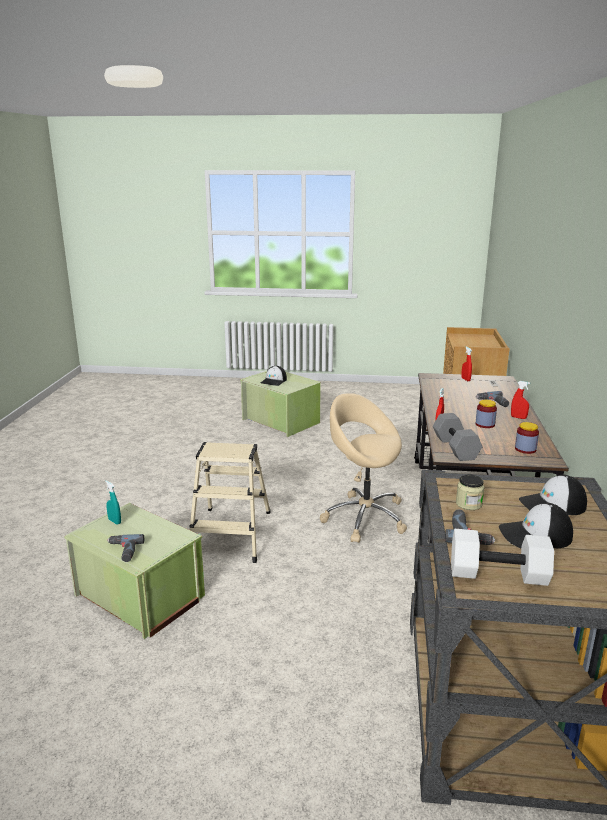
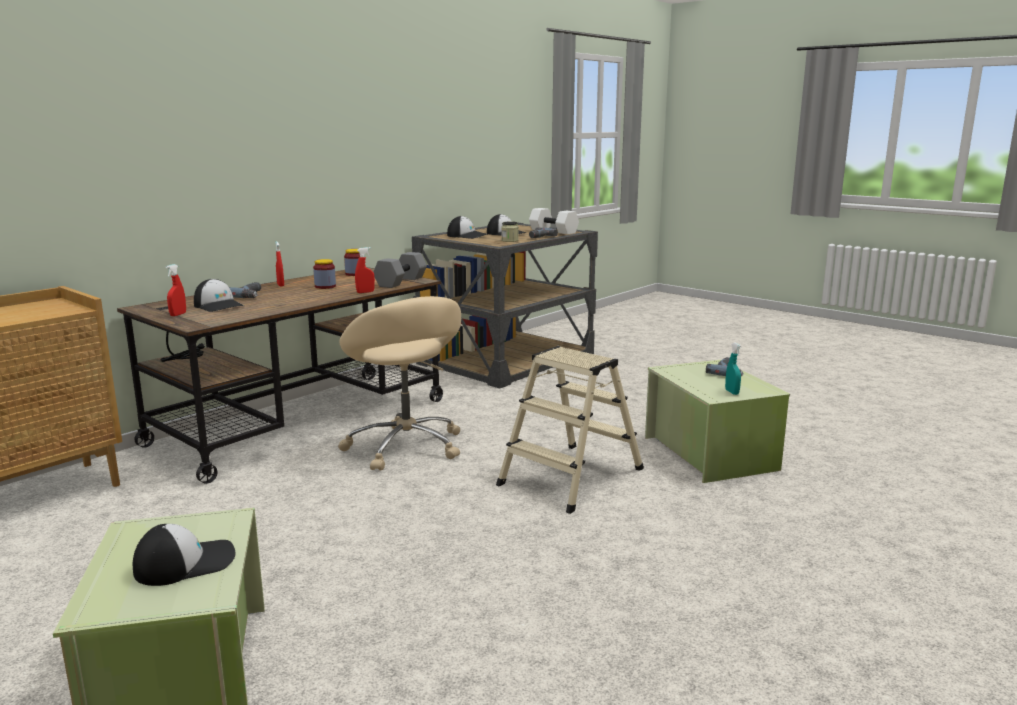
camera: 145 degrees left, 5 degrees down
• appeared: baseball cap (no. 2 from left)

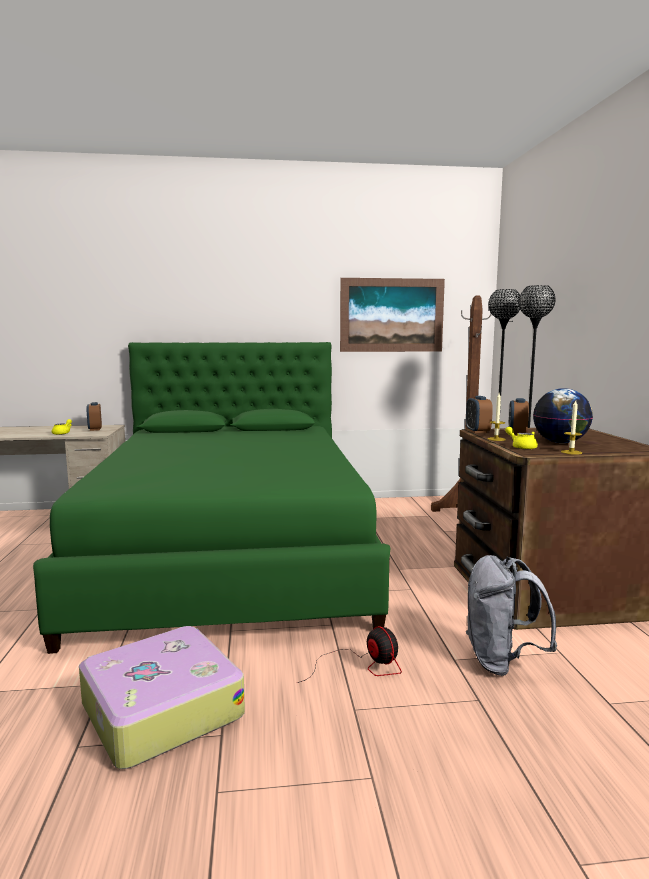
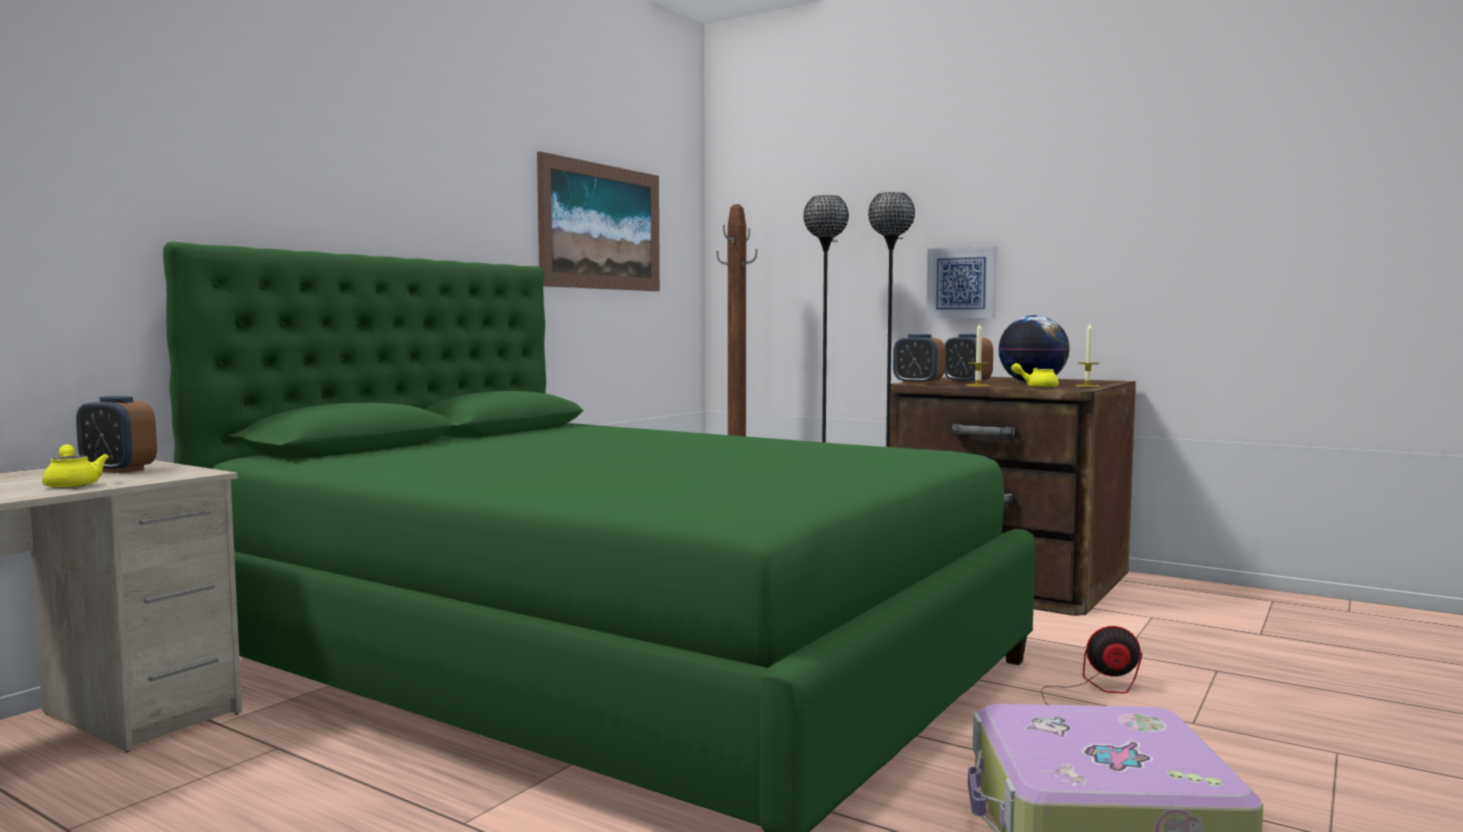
camera: 50 degrees left, 5 degrees down
• missing: gray backpack
• appeared: picture (no. 2 from left)

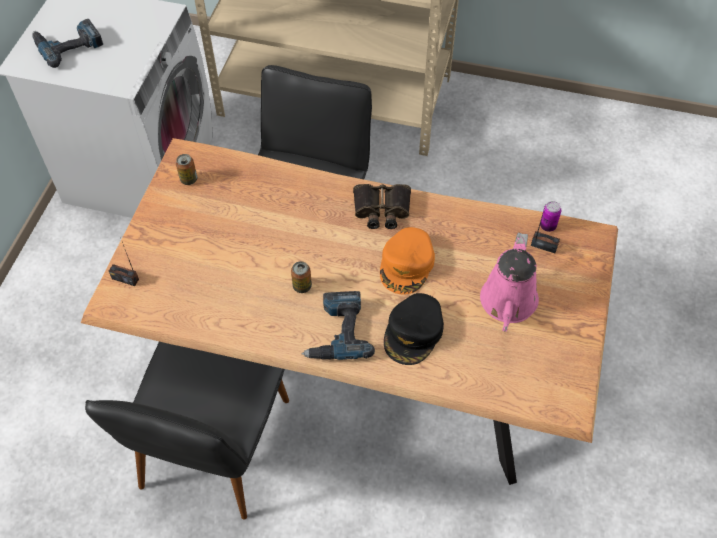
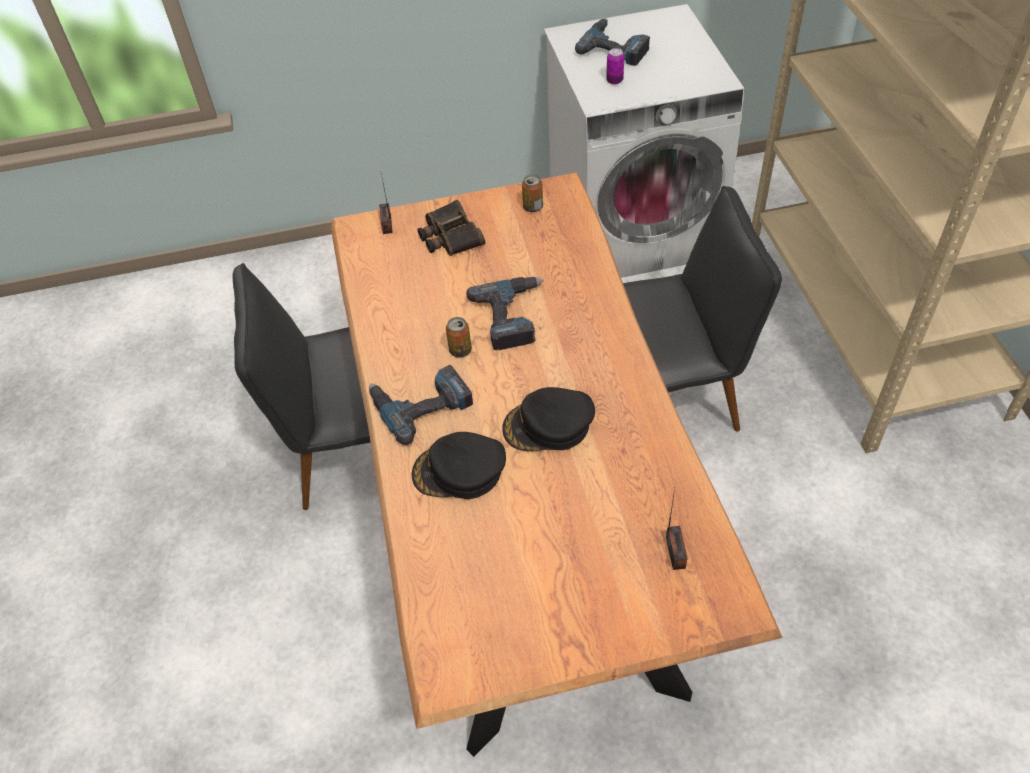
camera: 65 degrees right, 5 degrees down
• relocated: field glasses
• colour: orange-coloured baseball cap to blackish baseball cap (no. 2 from left)
• missing: pink-coloured sprinkling can
• relocated: sealed can (no. 3 from left)
• appeared: drill (no. 2 from left)

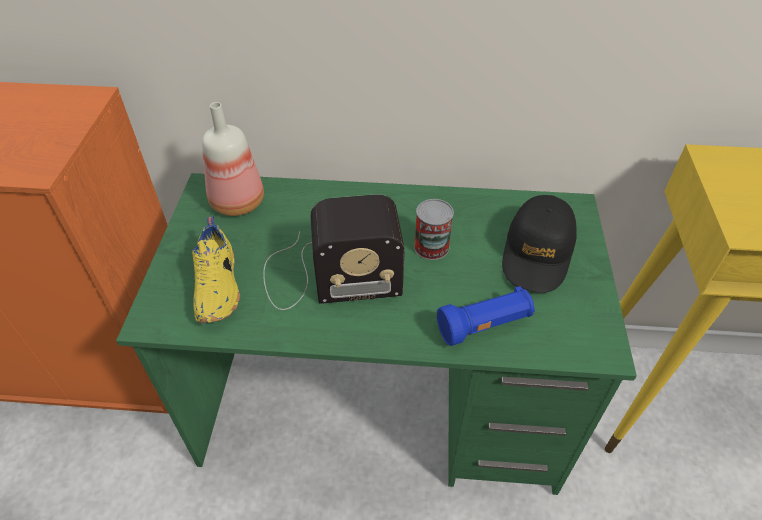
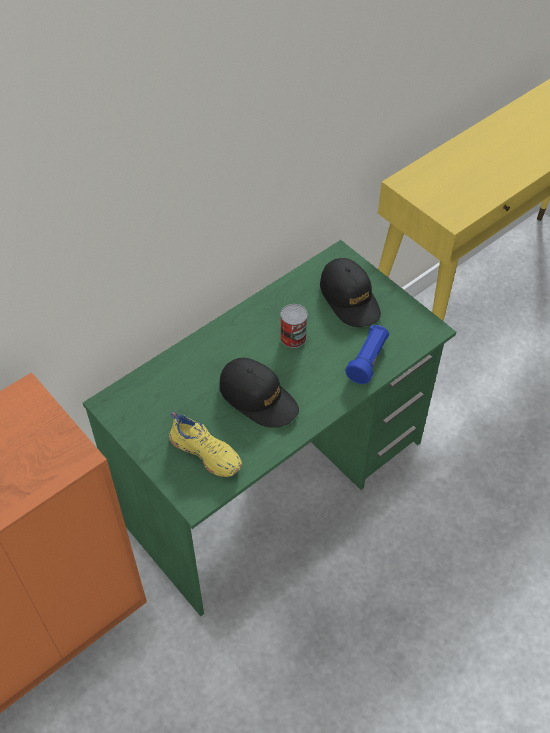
camera: 45 degrees left, 5 degrees up
• missing: drink bottle
• exchanged: radio receiver to blackish baseball cap (no. 1 from left)

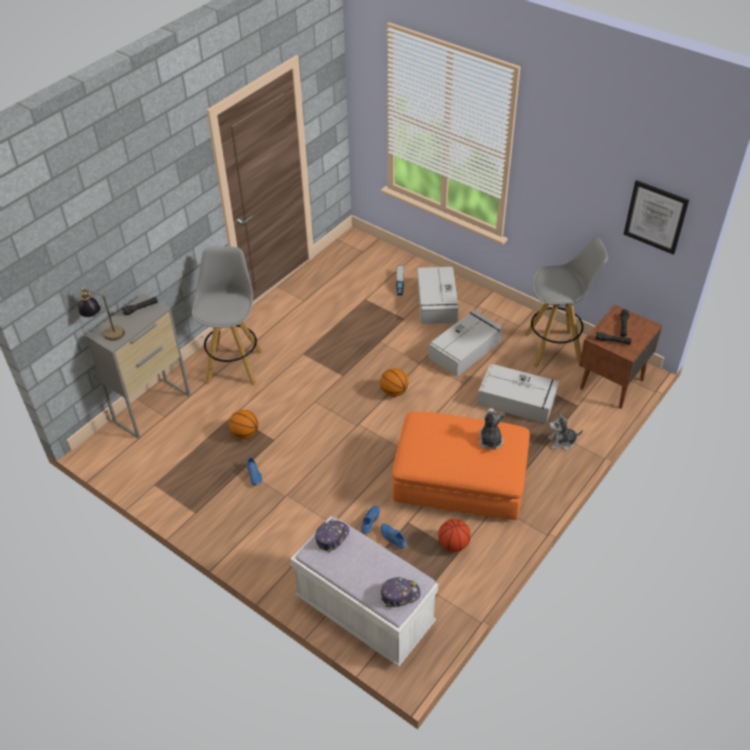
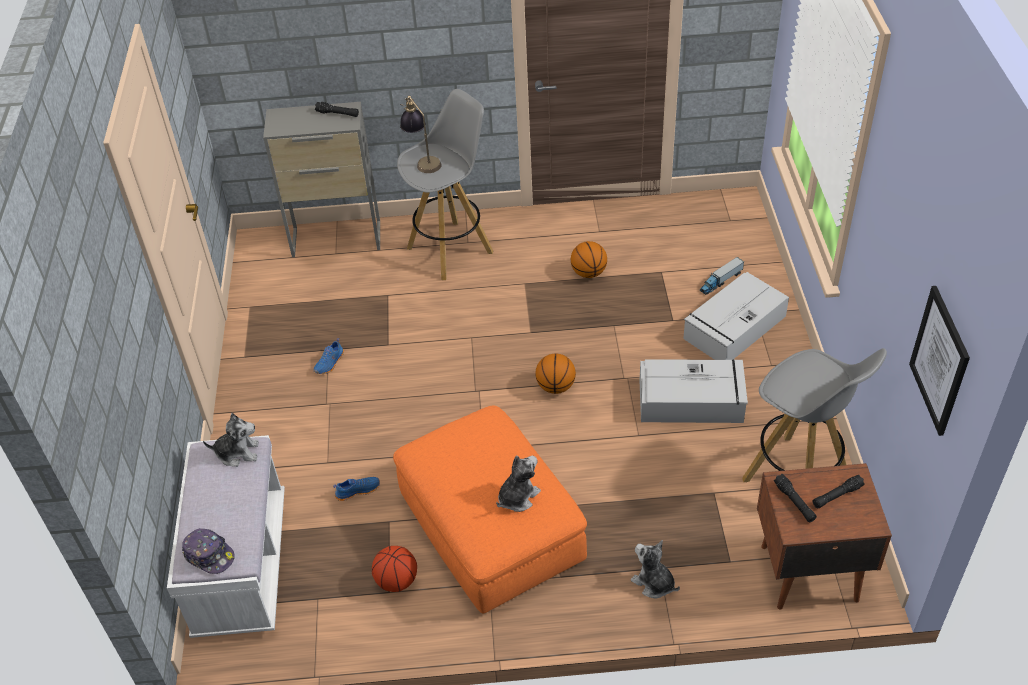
camera: 50 degrees right, 0 degrees up
• relocated: table lamp
• relocated: basketball (no. 1 from left in the first image) to basketball (no. 3 from left)
• exchanged: baseball cap (no. 1 from left) to plush toy (no. 1 from left)
• missing: blue-coloured shoe (no. 3 from left)
• missing: gray storage container (no. 3 from left)

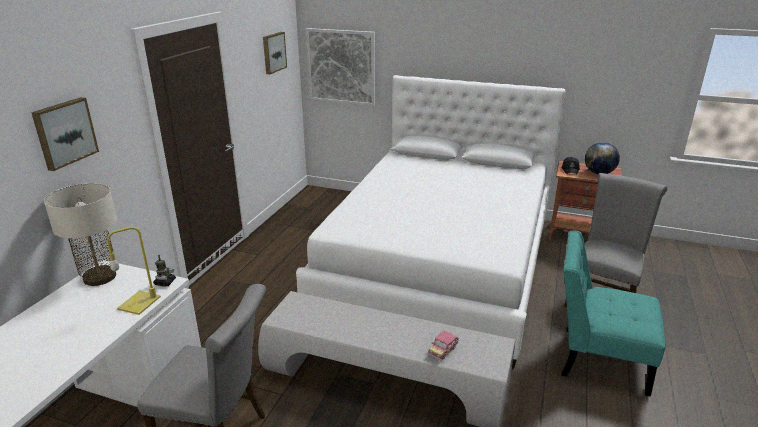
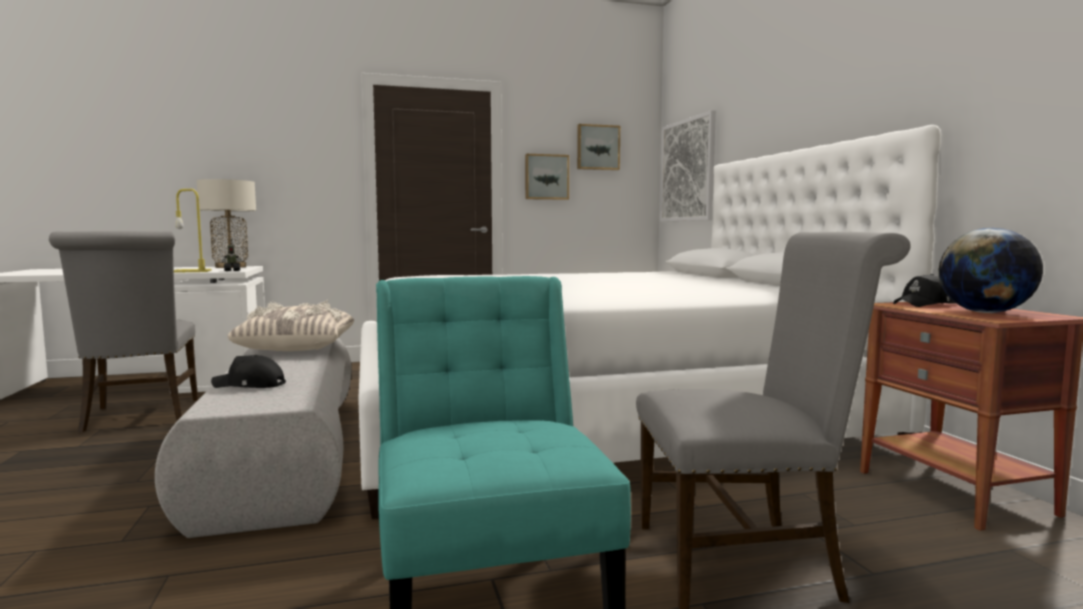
camera: 55 degrees right, 20 degrees down
• relocated: picture (no. 1 from left)
• exchanged: model car to blackish baseball cap (no. 1 from left)
• appeared: beige-coloured cushion

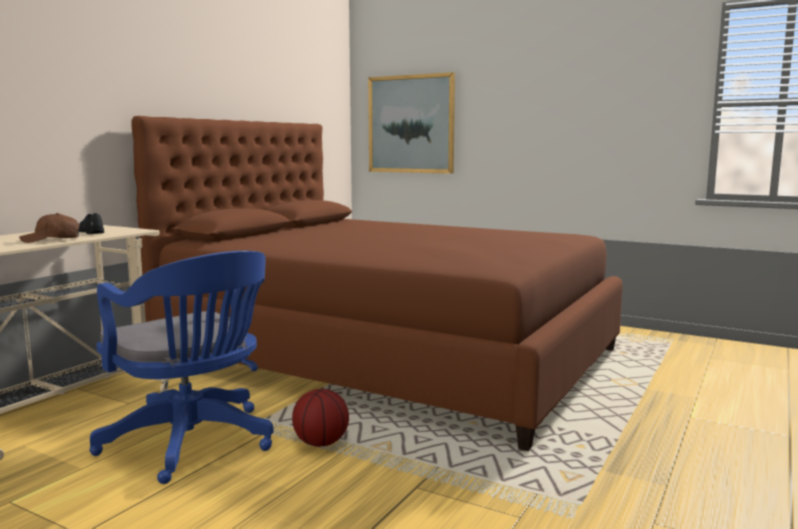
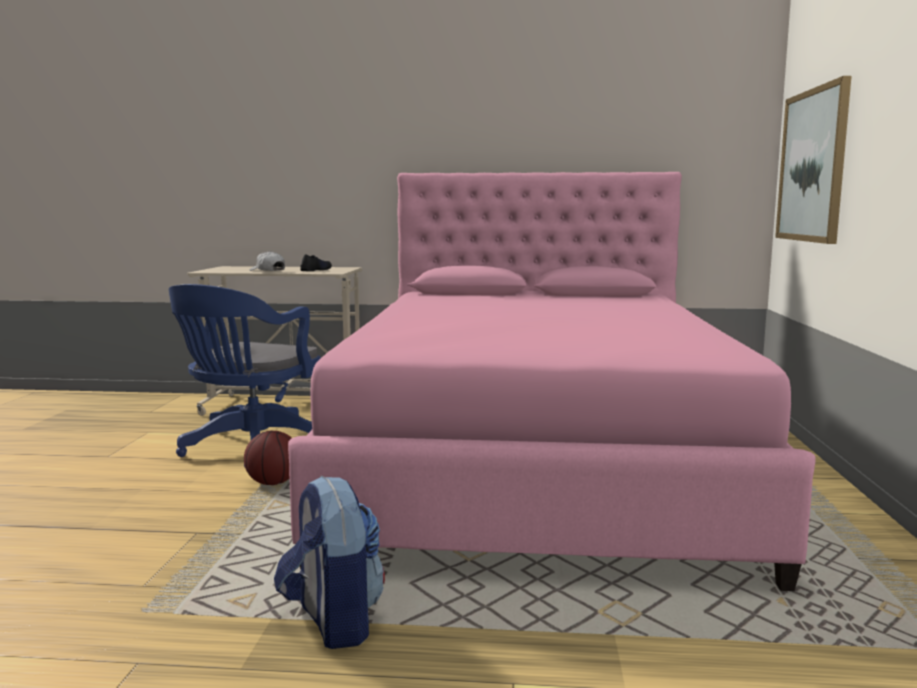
camera: 65 degrees right, 0 degrees up
• colour: brownish baseball cap to white-coloured baseball cap
• colour: brownish bedroom bed to pink-coloured bedroom bed
• appeared: backpack

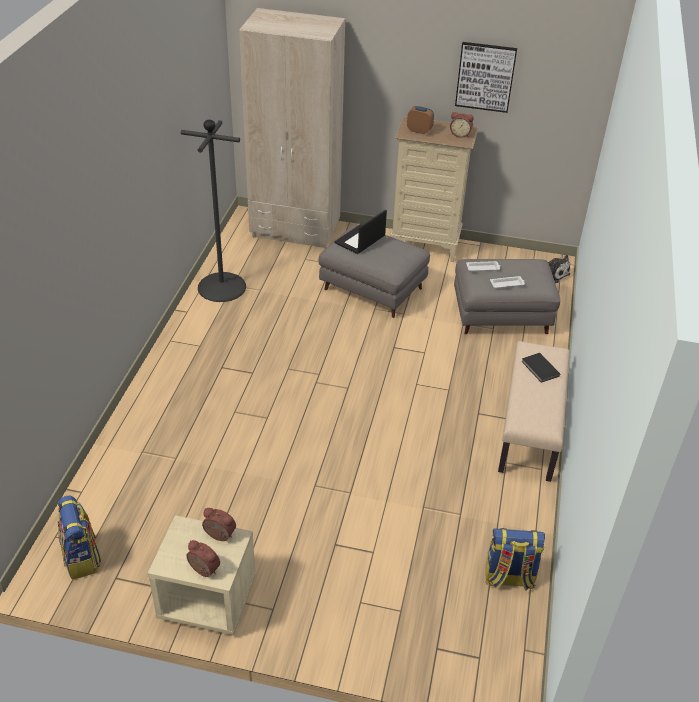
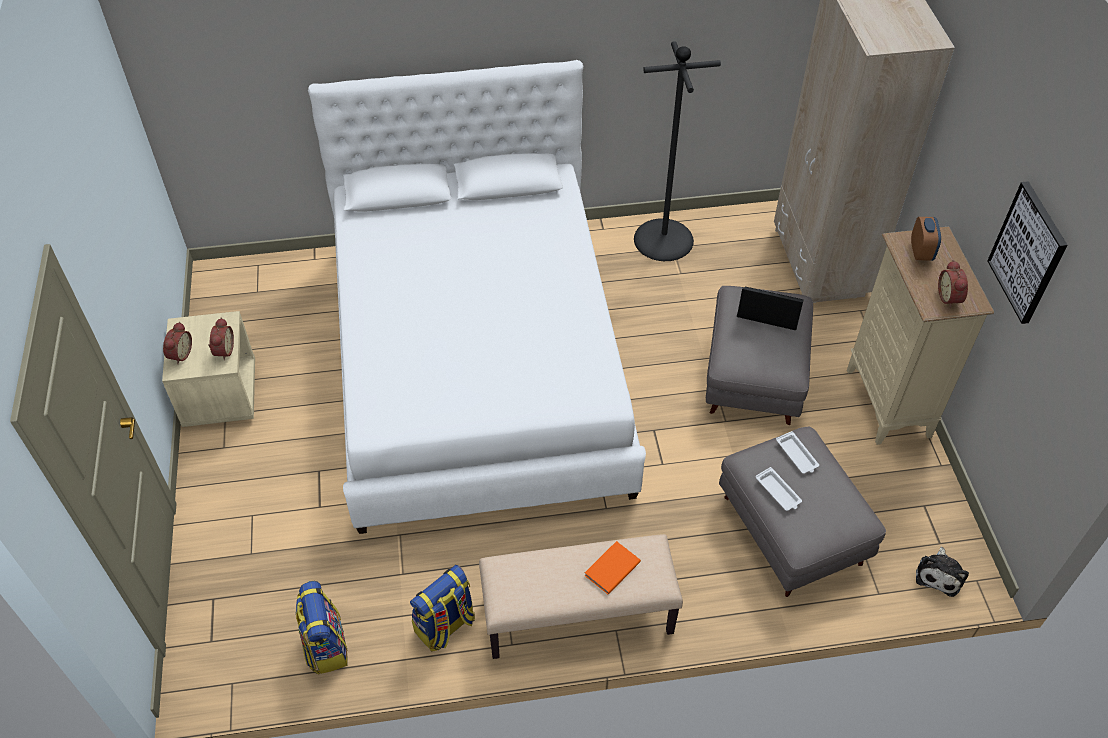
camera: 70 degrees right, 10 degrees up
• relocated: backpack (no. 1 from left in the first image) to backpack (no. 2 from left)
• colour: blackish bound book to orange-coloured bound book
• appeared: white-coloured bedroom bed

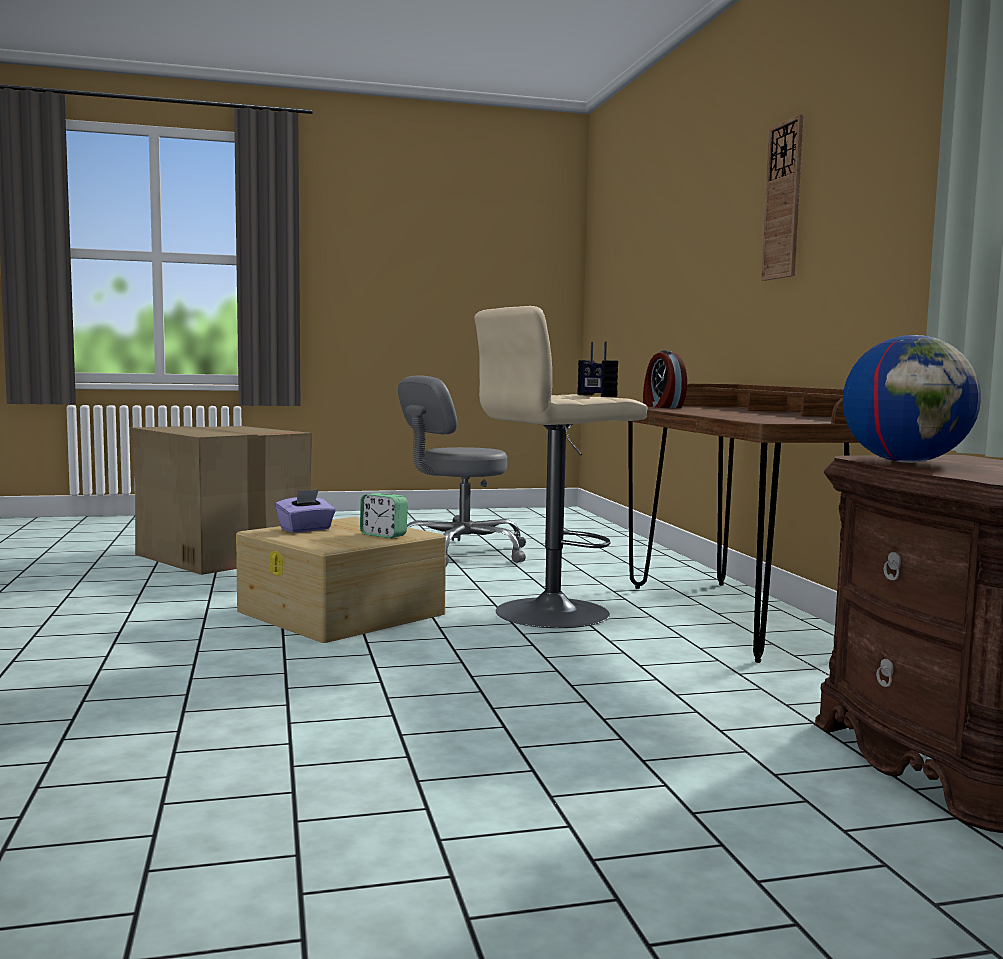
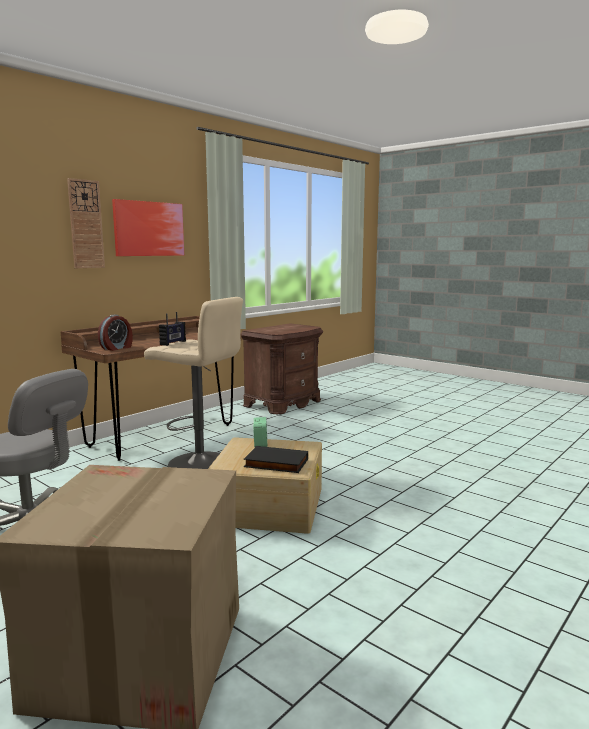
camera: 125 degrees left, 5 degrees up
• exchanged: purplish tissue holder to blackish bound book
• missing: world globe
• appeared: picture

